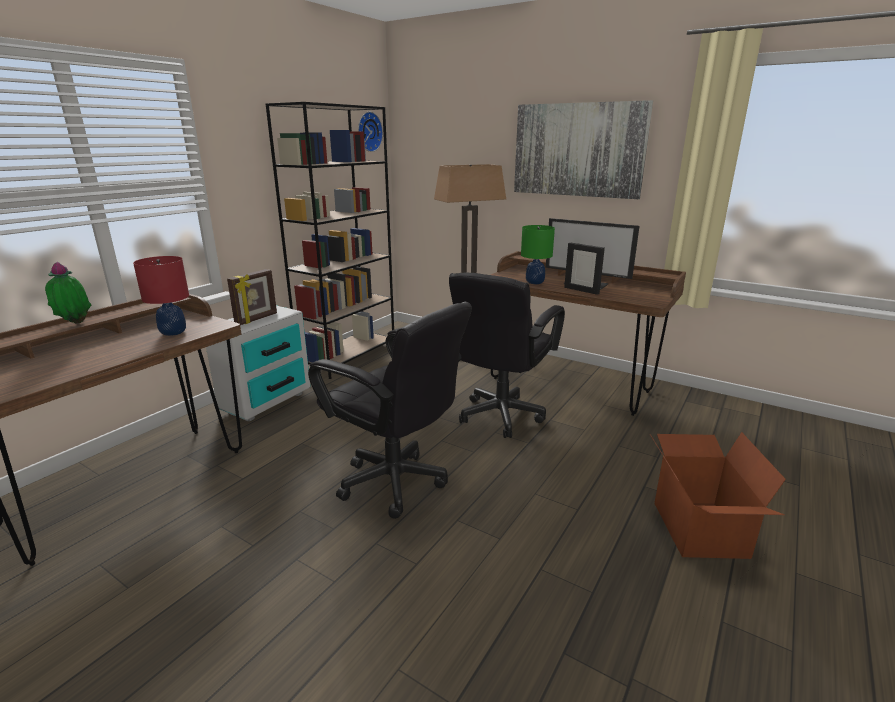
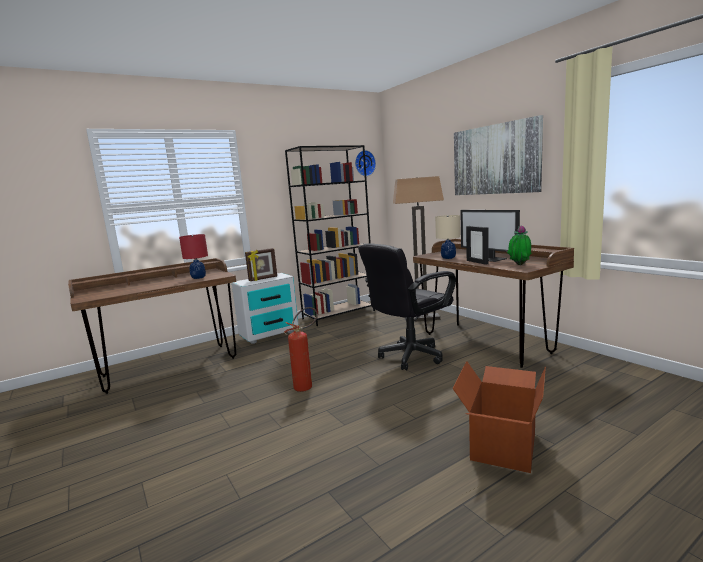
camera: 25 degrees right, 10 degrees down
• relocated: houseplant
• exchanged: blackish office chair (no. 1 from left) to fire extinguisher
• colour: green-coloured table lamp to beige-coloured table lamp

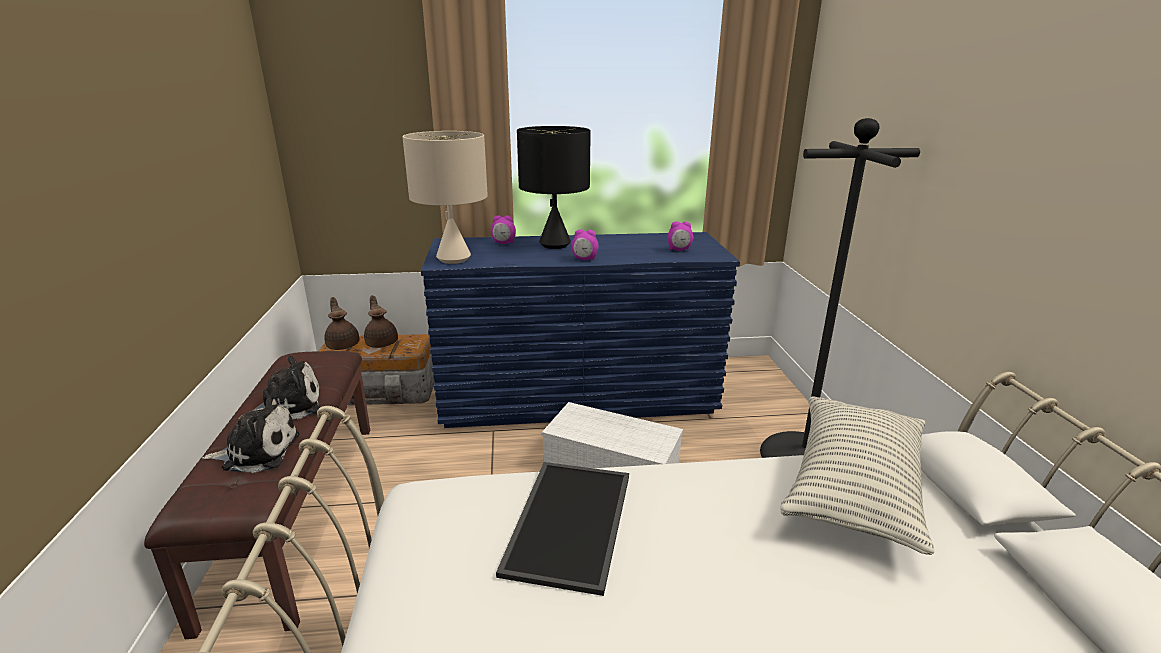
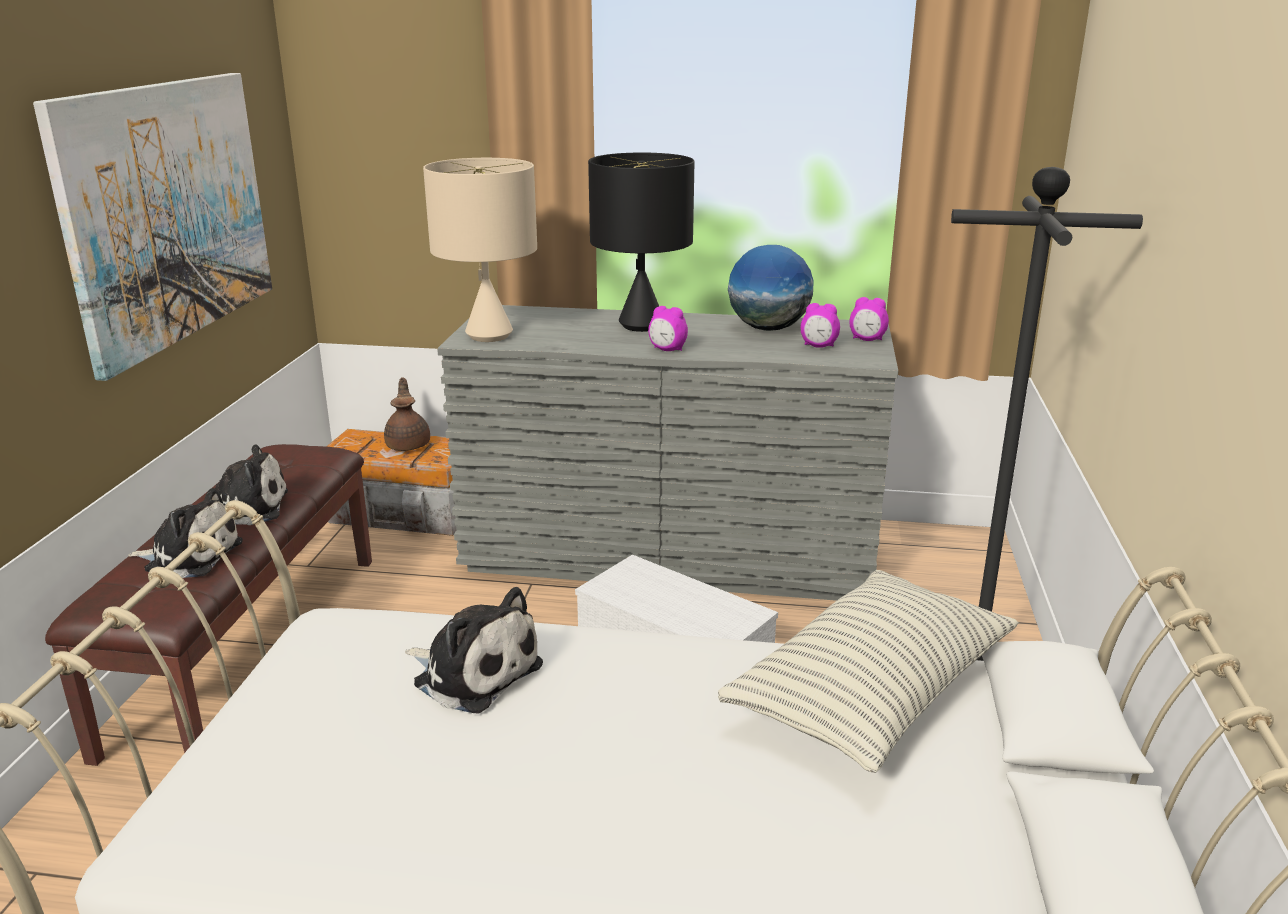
camera: 15 degrees right, 0 degrees up
• missing: brownish tea pot (no. 1 from left)
• colour: blue-coloured dresser to gray dresser
• relocated: bedside clock (no. 1 from left in the first image) to bedside clock (no. 3 from left)
• exchanged: carrying tray to plush toy (no. 3 from left)
• appeared: picture
• appeared: world globe

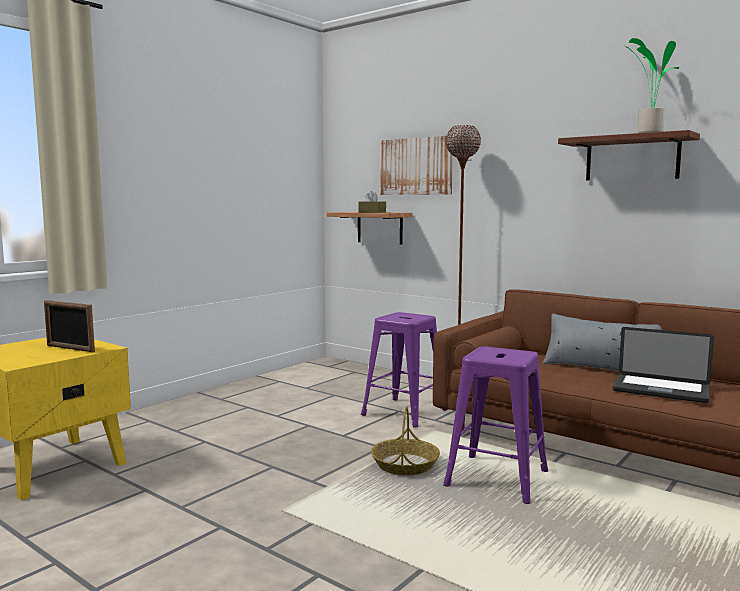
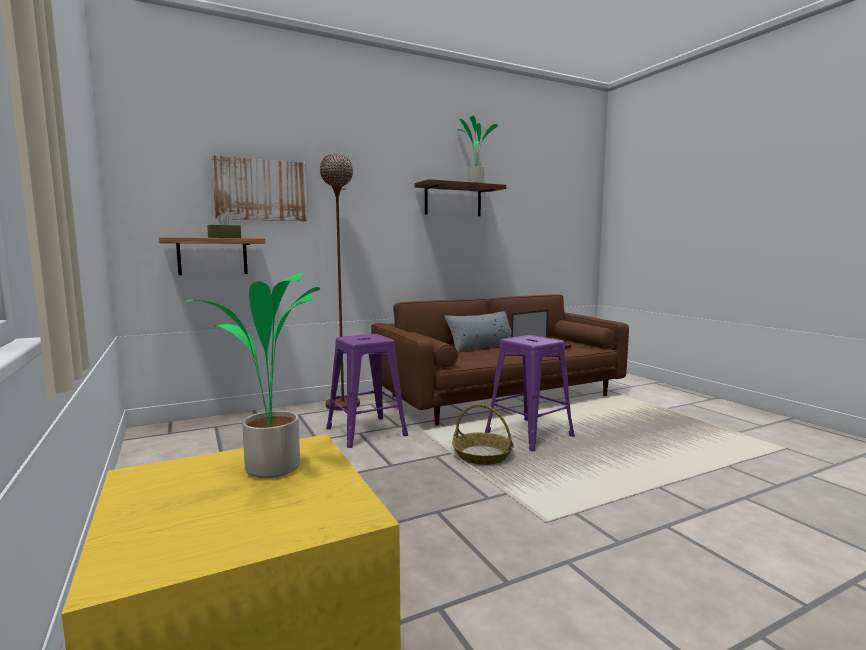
camera: 65 degrees left, 0 degrees up
• exchanged: standing frame to houseplant (no. 1 from left)

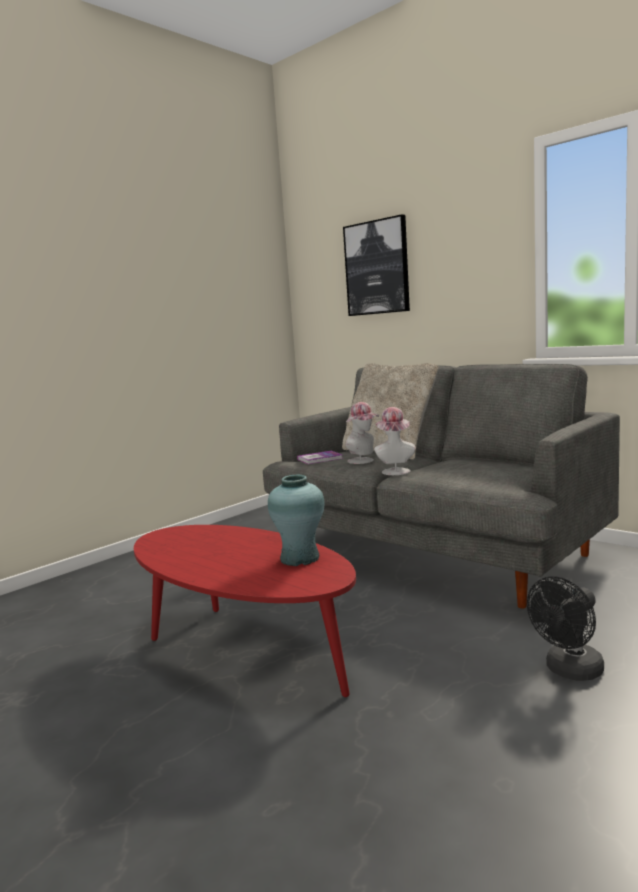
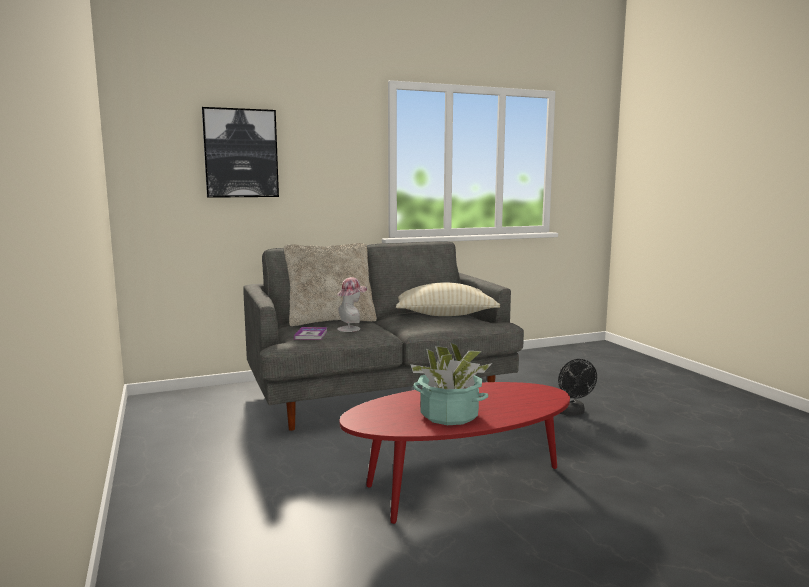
camera: 65 degrees left, 0 degrees up
• missing: turquoise flower vase
• missing: wearable hat (no. 2 from left)
• appeared: beige-coloured cushion (no. 2 from left)
• appeared: houseplant

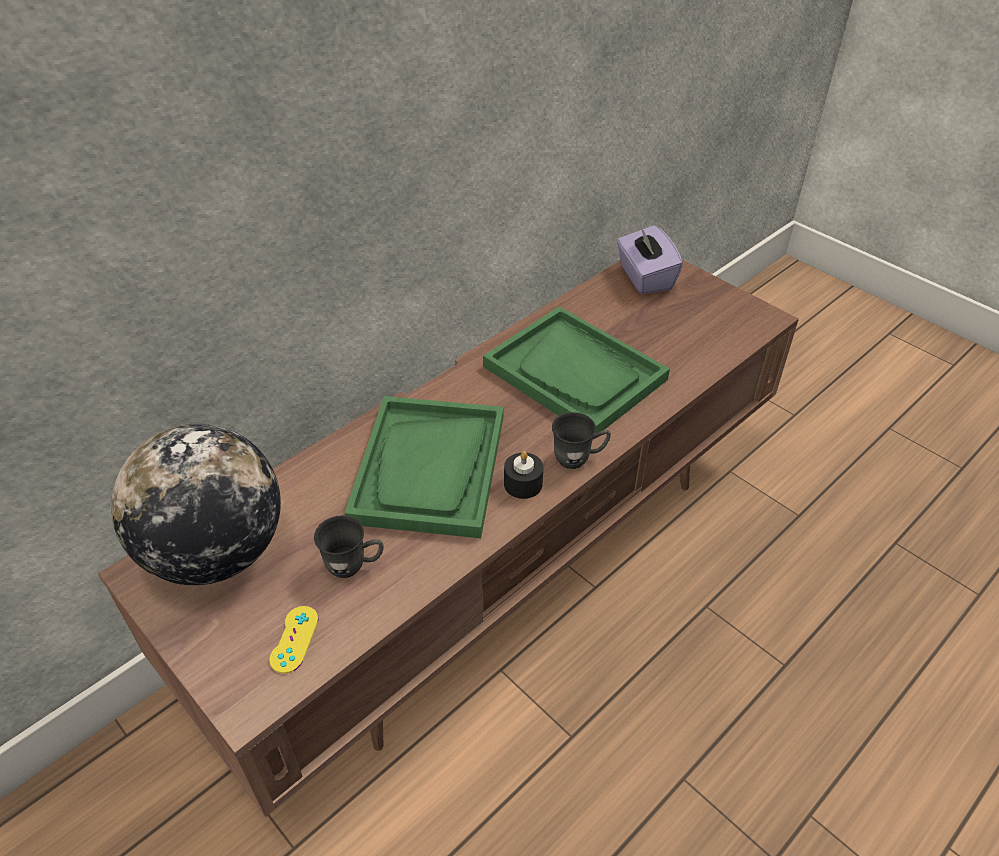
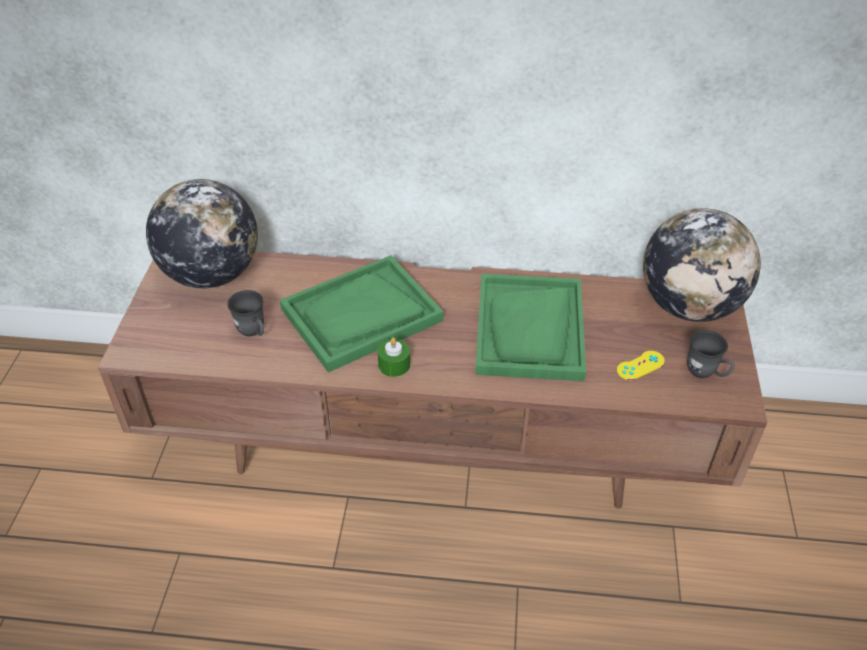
camera: 50 degrees right, 0 degrees up
• relocated: yellowish game controller
• colour: blackish candle to green-coloured candle
• relocated: gray tea mug (no. 2 from left)
• exchanged: purplish tissue holder to world globe (no. 2 from left)

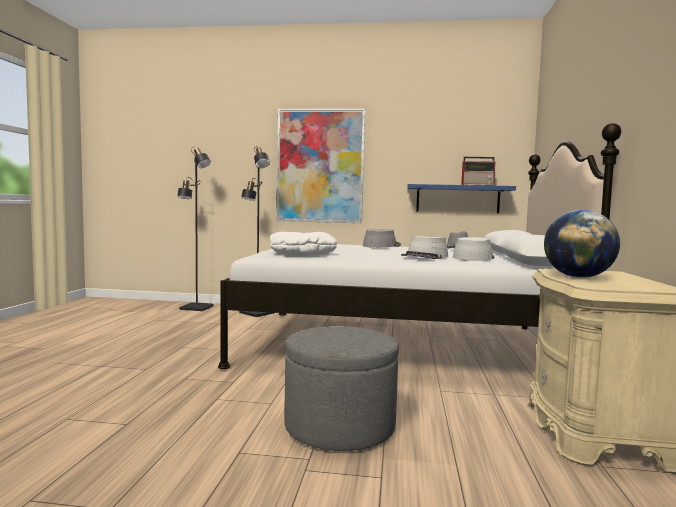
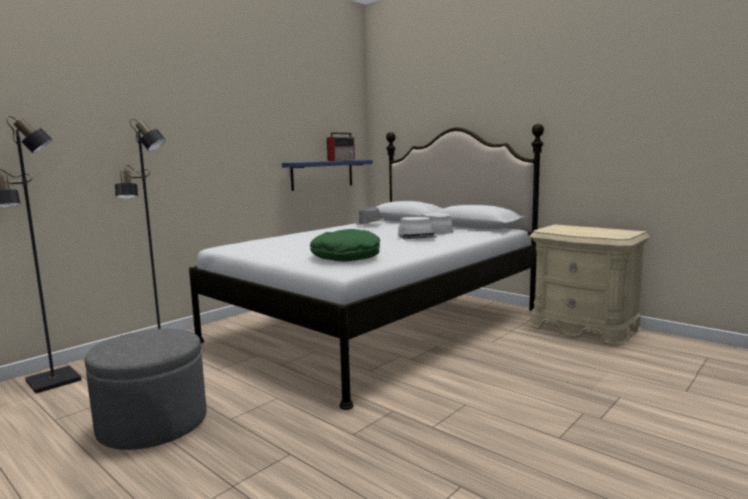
camera: 55 degrees left, 5 degrees up
• colour: white-coloured cushion to green-coloured cushion
• missing: picture
• relocated: gray pouffe
• missing: gray wearable hat (no. 1 from left)
• missing: world globe

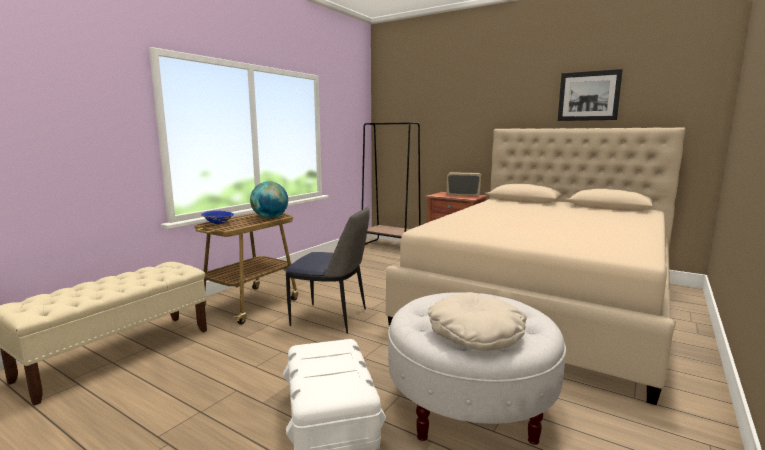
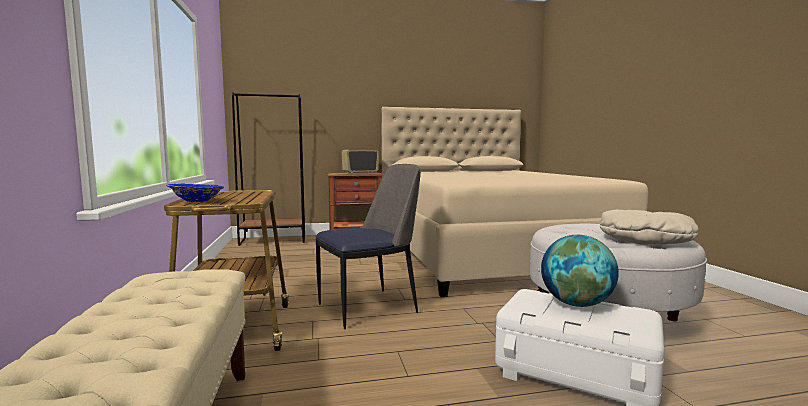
camera: 45 degrees left, 5 degrees down
• relocated: world globe
• missing: picture

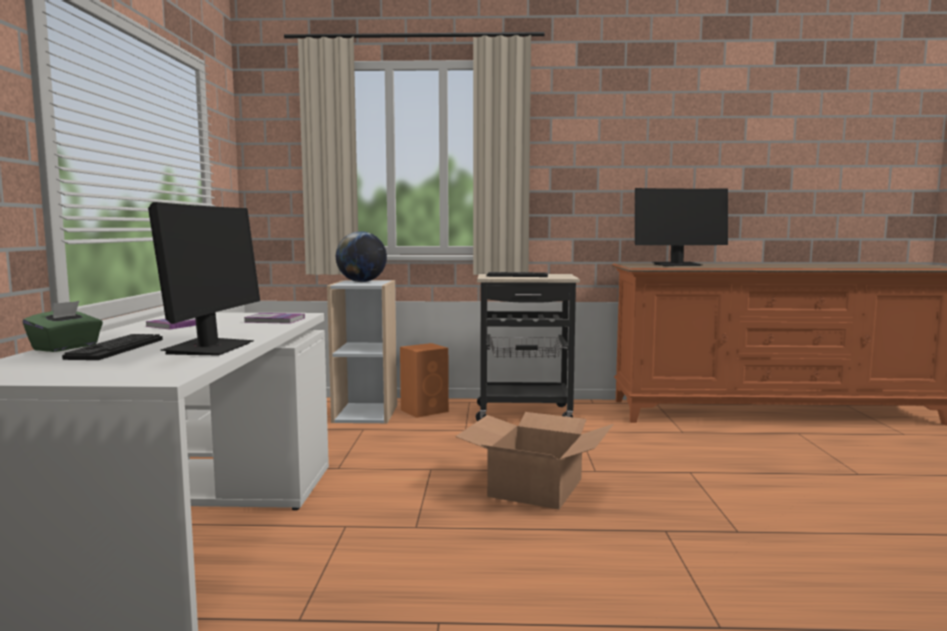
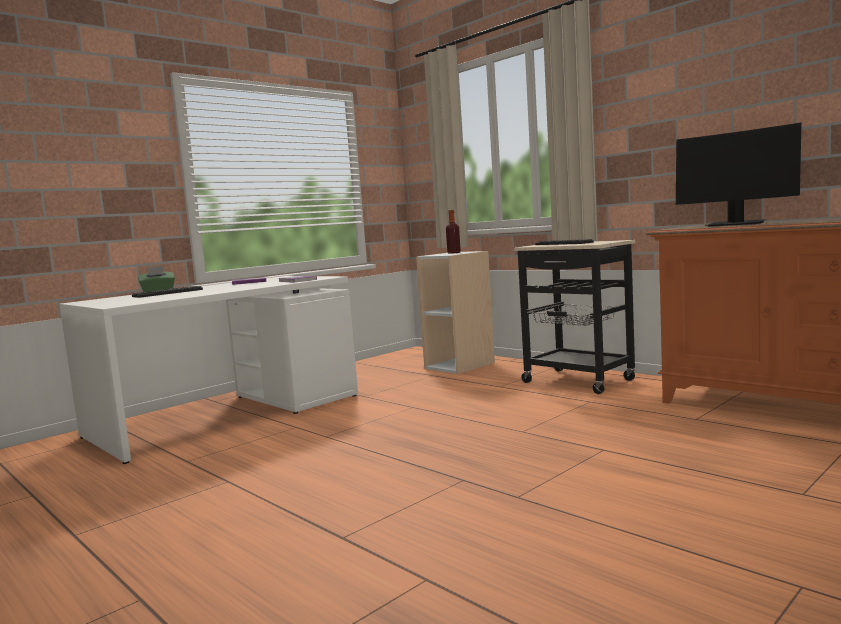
camera: 45 degrees right, 0 degrees up
• missing: monitor (no. 1 from left)
• exchanged: world globe to drink bottle
• missing: orange-coloured loudspeaker
• missing: carton

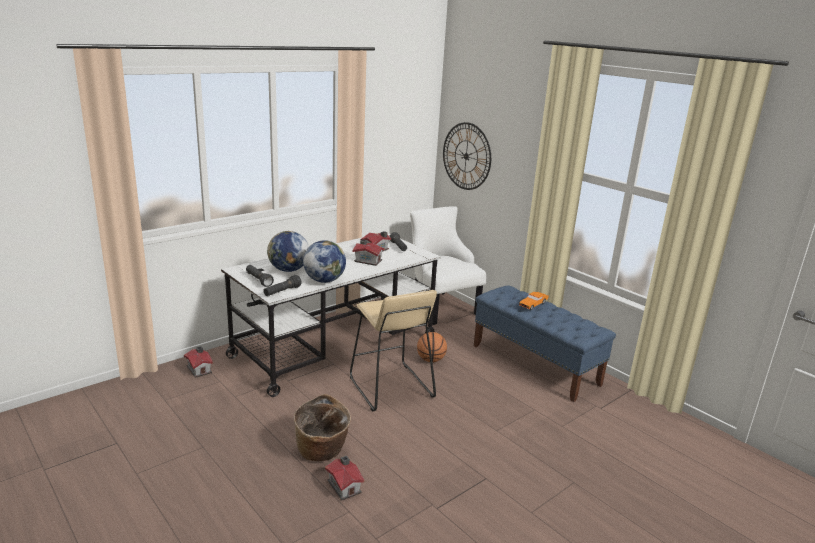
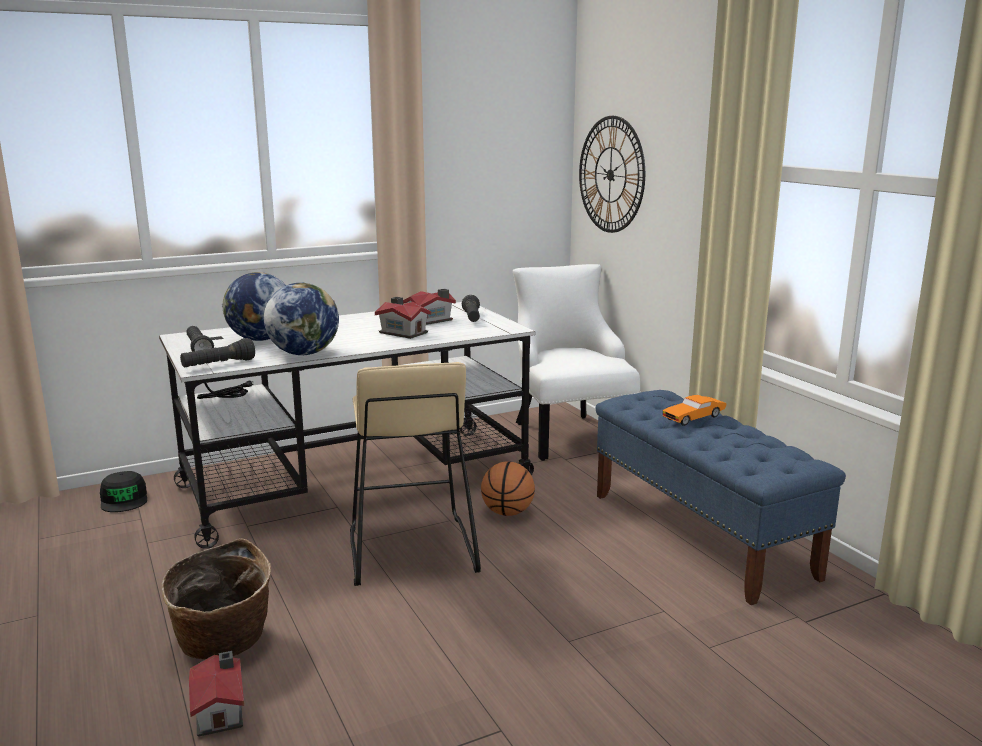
camera: 15 degrees right, 5 degrees down
• exchanged: miniature house (no. 1 from left) to blackish baseball cap

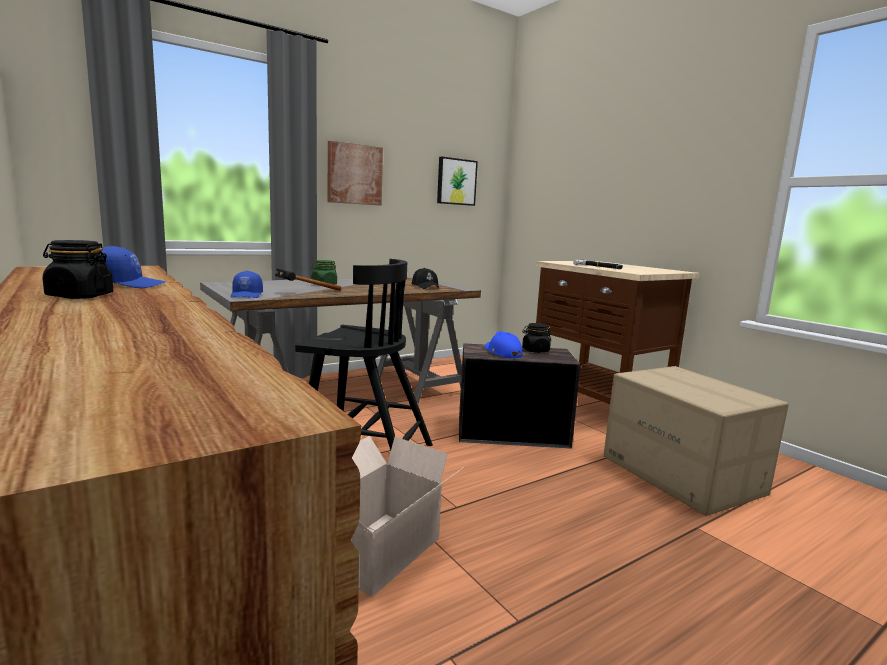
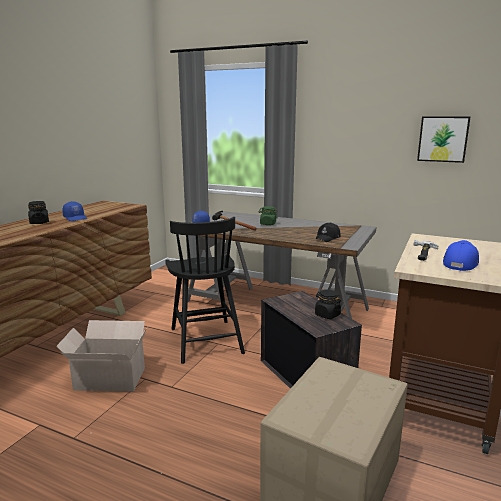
camera: 60 degrees right, 5 degrees up
• missing: picture (no. 1 from left)
• relocated: blue-coloured baseball cap (no. 3 from left)

